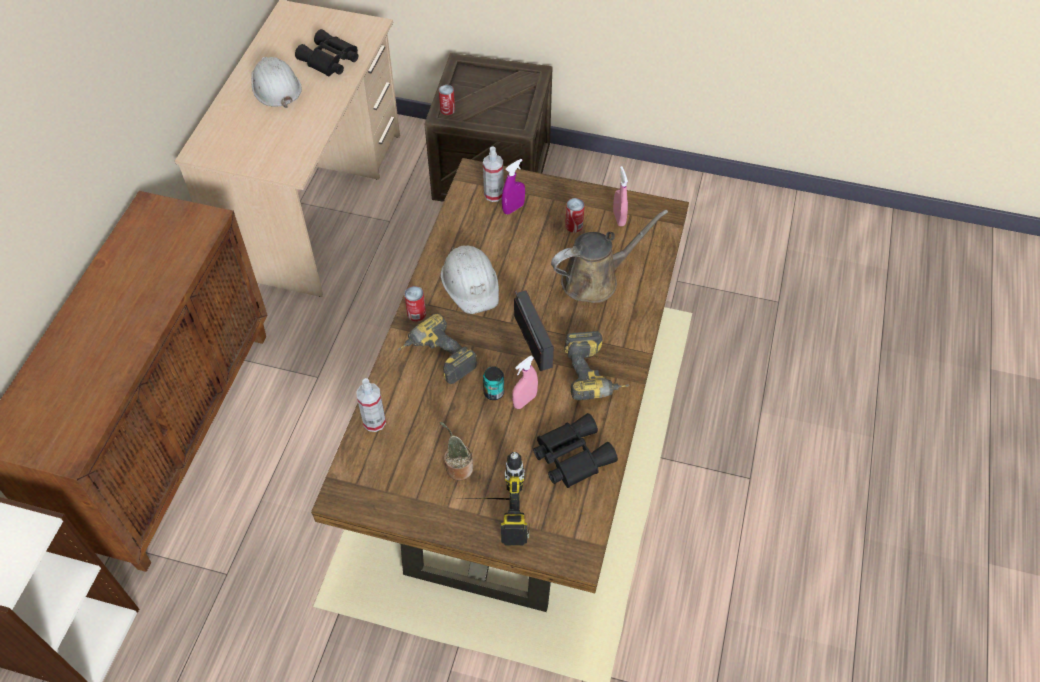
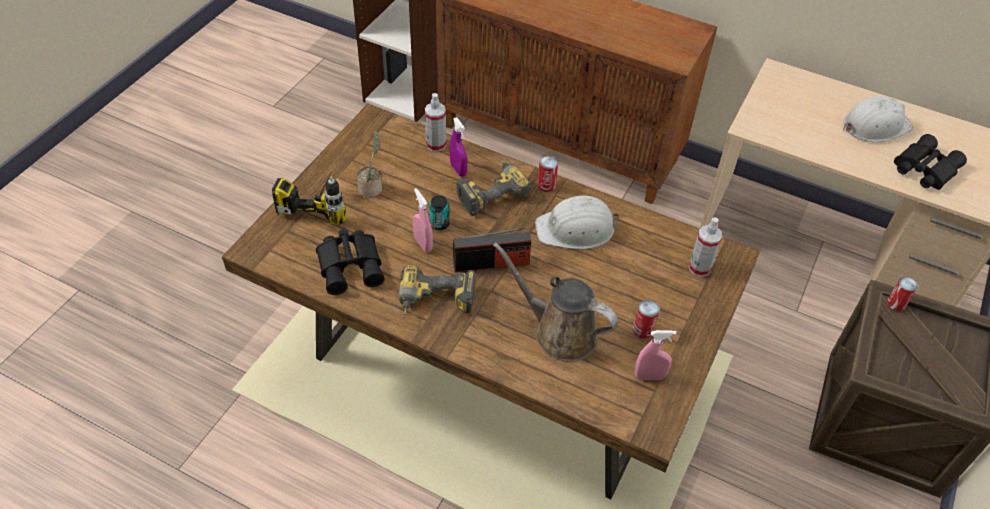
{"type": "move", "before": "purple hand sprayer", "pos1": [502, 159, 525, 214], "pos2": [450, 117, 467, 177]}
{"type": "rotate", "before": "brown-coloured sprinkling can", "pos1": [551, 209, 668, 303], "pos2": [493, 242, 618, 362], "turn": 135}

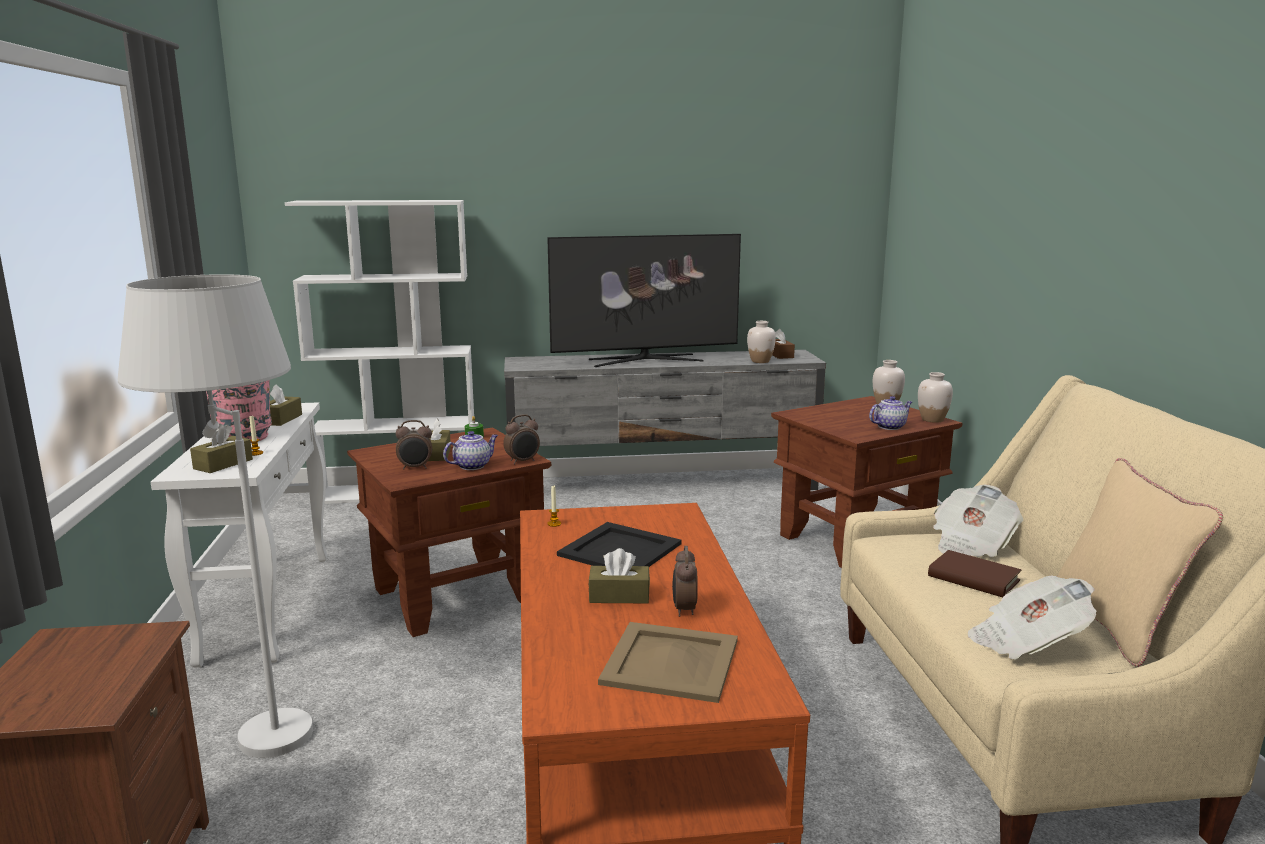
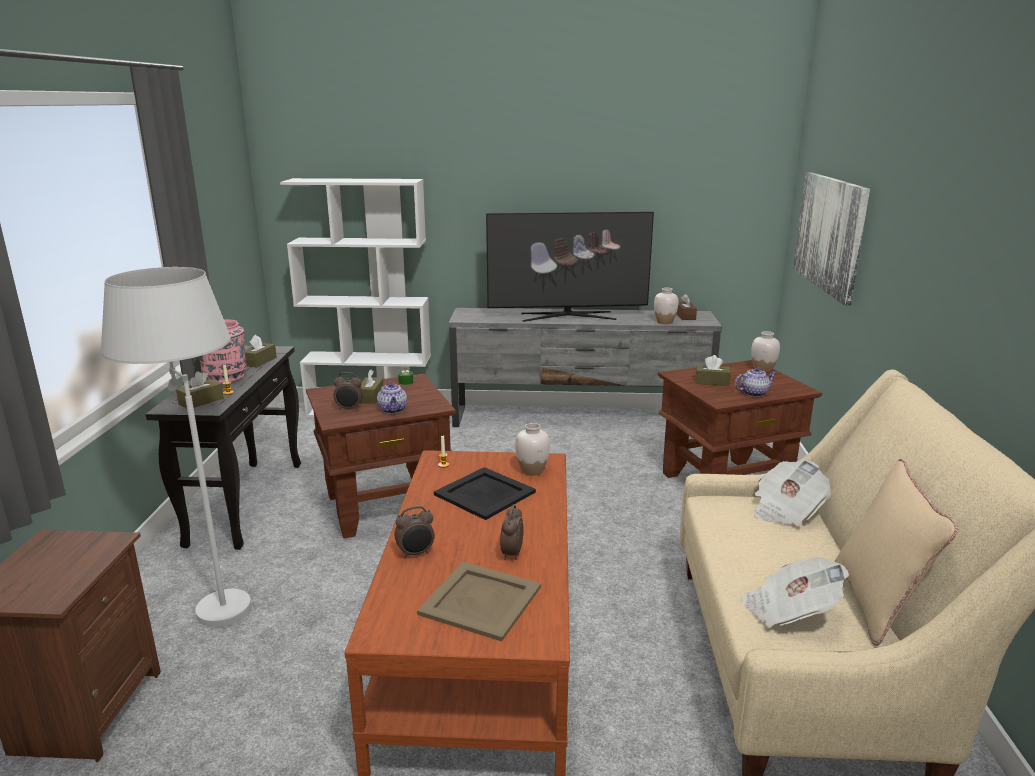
{"type": "recolor", "before": "whitish console table", "after": "black-coloured console table", "pos1": [151, 402, 328, 667], "pos2": [145, 346, 301, 550]}
{"type": "rotate", "before": "tea pot", "pos1": [443, 431, 498, 470], "pos2": [377, 382, 407, 414], "turn": 105}
{"type": "move", "before": "table clock", "pos1": [503, 414, 540, 464], "pos2": [395, 506, 435, 559]}
{"type": "move", "before": "whitish flower vase", "pos1": [918, 372, 953, 423], "pos2": [515, 423, 550, 476]}
{"type": "move", "before": "brown-coloured box of tissues", "pos1": [588, 548, 650, 603], "pos2": [695, 355, 730, 386]}
{"type": "insert", "after": "picture", "pos2": [793, 172, 870, 306]}
{"type": "delete", "before": "brown-coloured book", "pos1": [928, 550, 1022, 597]}

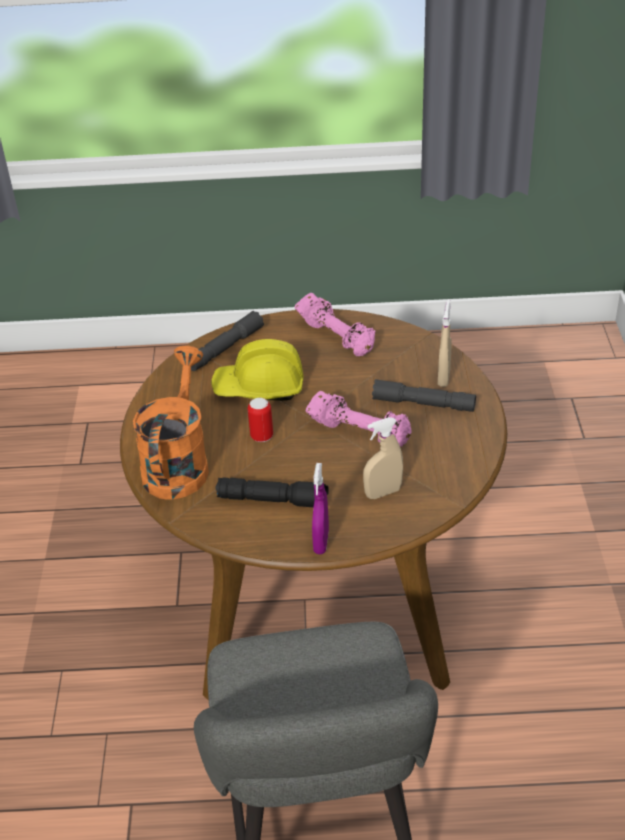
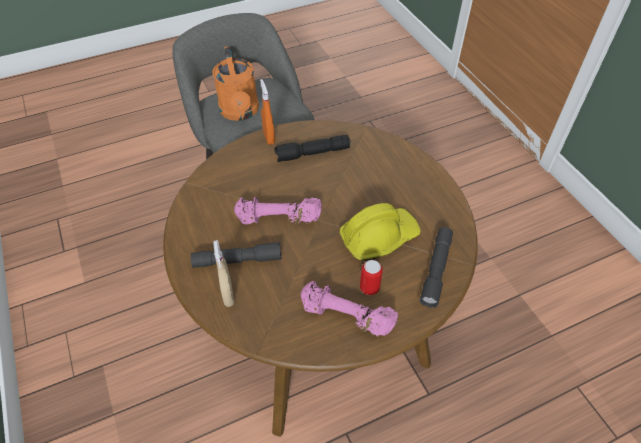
{"type": "move", "before": "orange sprinkling can", "pos1": [133, 346, 209, 500], "pos2": [212, 46, 259, 121]}
{"type": "recolor", "before": "purple hand sprayer", "after": "orange hand sprayer", "pos1": [312, 463, 329, 554], "pos2": [260, 79, 275, 145]}
{"type": "move", "before": "can", "pos1": [248, 398, 273, 442], "pos2": [360, 260, 383, 295]}
{"type": "delete", "before": "sand-coloured hand sprayer", "pos1": [363, 417, 403, 499]}

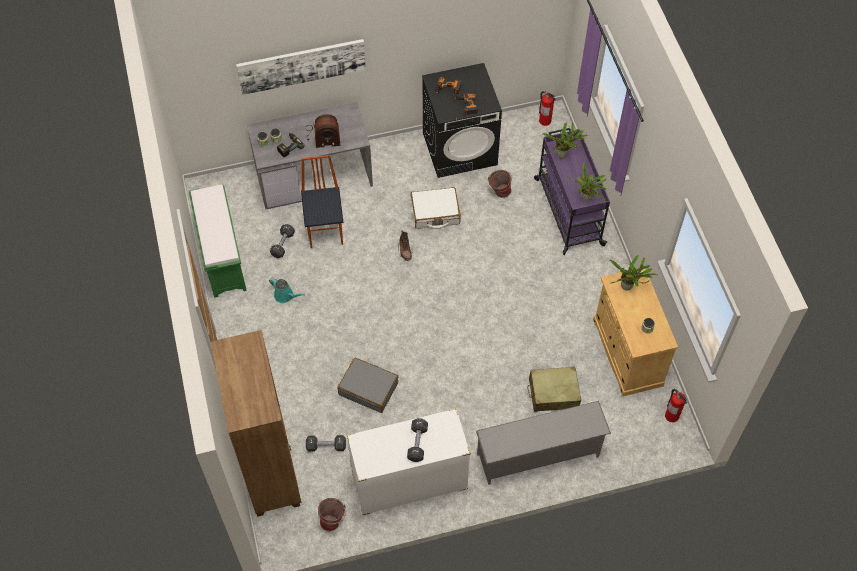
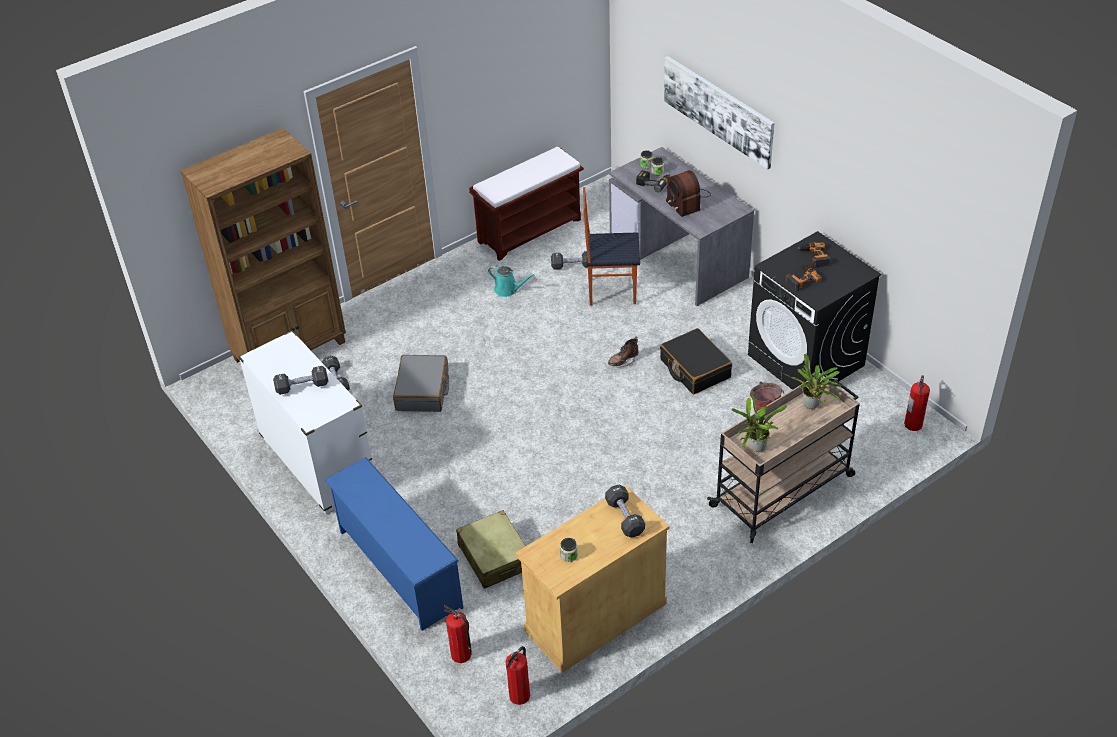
{"type": "recolor", "before": "greyish shoe shelf", "after": "blue shoe shelf", "pos1": [476, 401, 611, 485], "pos2": [325, 457, 463, 631]}
{"type": "insert", "after": "fire extinguisher", "pos2": [444, 605, 472, 663]}
{"type": "recolor", "before": "green-coloured bench", "after": "brown-coloured bench", "pos1": [189, 185, 247, 298], "pos2": [469, 146, 584, 261]}
{"type": "rotate", "before": "blue-green sprinkling can", "pos1": [269, 278, 305, 303], "pos2": [488, 266, 535, 297], "turn": -75}
{"type": "rotate", "before": "chair", "pos1": [301, 155, 343, 248], "pos2": [583, 187, 640, 305], "turn": -150}
{"type": "replace", "before": "plant in a pot", "after": "black-coloured hand weight", "pos1": [609, 255, 658, 291], "pos2": [605, 485, 645, 538]}
{"type": "recolor", "before": "whitish travel case", "after": "black-coloured travel case", "pos1": [411, 187, 461, 229], "pos2": [660, 328, 732, 394]}
{"type": "recolor", "before": "purple trolley", "after": "sand-coloured trolley", "pos1": [534, 128, 610, 255], "pos2": [707, 373, 860, 543]}
{"type": "delete", "before": "pail", "pos1": [318, 498, 346, 531]}

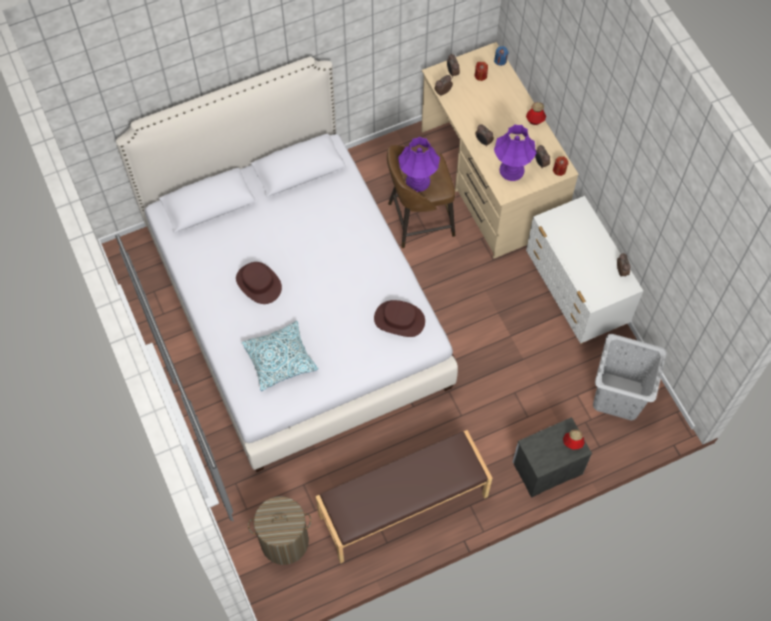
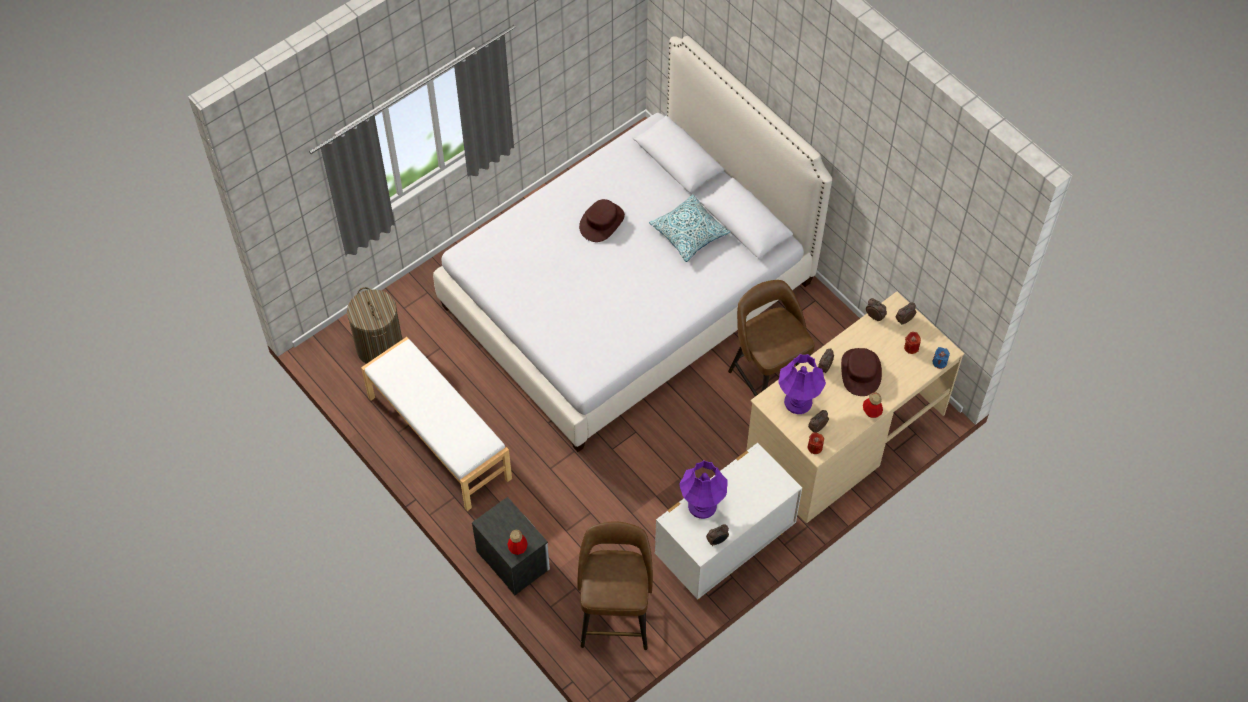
{"type": "recolor", "before": "brown-coloured bench", "after": "whitish bench", "pos1": [316, 430, 492, 564], "pos2": [361, 337, 512, 511]}
{"type": "replace", "before": "greyish washing basket", "after": "brown-coloured stool", "pos1": [593, 334, 667, 421], "pos2": [578, 521, 653, 650]}
{"type": "move", "before": "pillow", "pos1": [242, 321, 318, 391], "pos2": [649, 195, 731, 262]}
{"type": "move", "before": "purple tabletop lamp", "pos1": [398, 137, 440, 192], "pos2": [679, 460, 727, 519]}
{"type": "move", "before": "brown-coloured hat", "pos1": [374, 300, 425, 337], "pos2": [841, 348, 882, 396]}

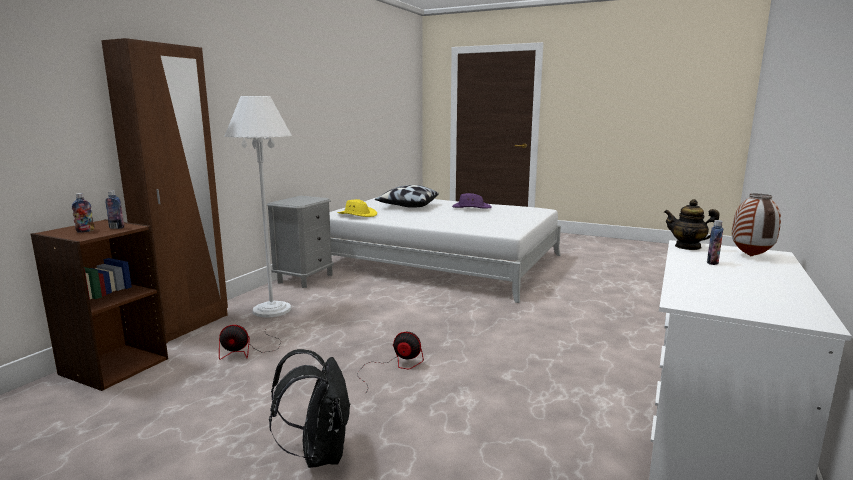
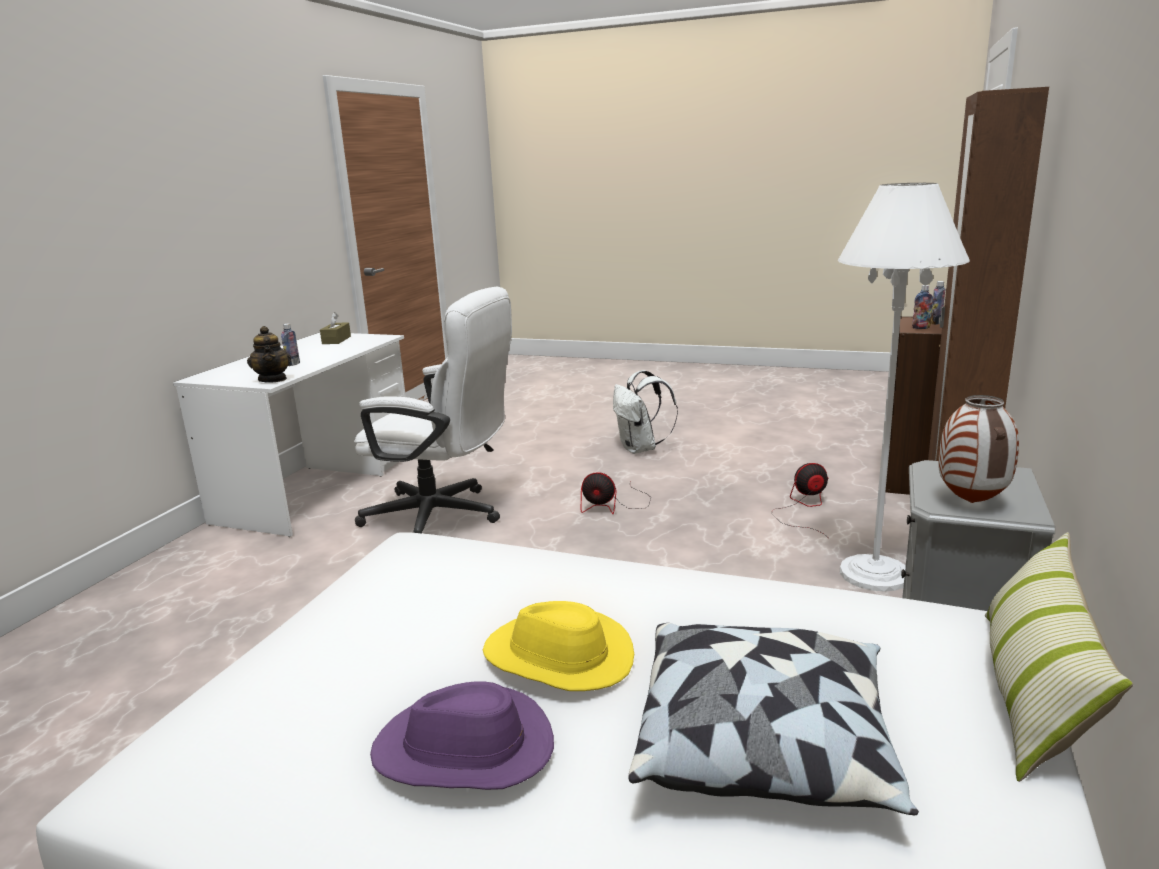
{"type": "rotate", "before": "tea pot", "pos1": [664, 199, 720, 250], "pos2": [247, 326, 291, 383], "turn": 45}
{"type": "insert", "after": "brown-coloured box of tissues", "pos2": [320, 312, 351, 344]}
{"type": "insert", "after": "whitish office chair", "pos2": [354, 287, 512, 533]}
{"type": "move", "before": "yellow hat", "pos1": [337, 199, 377, 217], "pos2": [483, 601, 634, 691]}
{"type": "recolor", "before": "black-coloured backpack", "after": "whitish backpack", "pos1": [269, 349, 351, 468], "pos2": [613, 370, 678, 454]}
{"type": "move", "before": "flower vase", "pos1": [732, 194, 781, 256], "pos2": [938, 395, 1019, 503]}
{"type": "insert", "after": "pillow", "pos2": [985, 532, 1133, 782]}

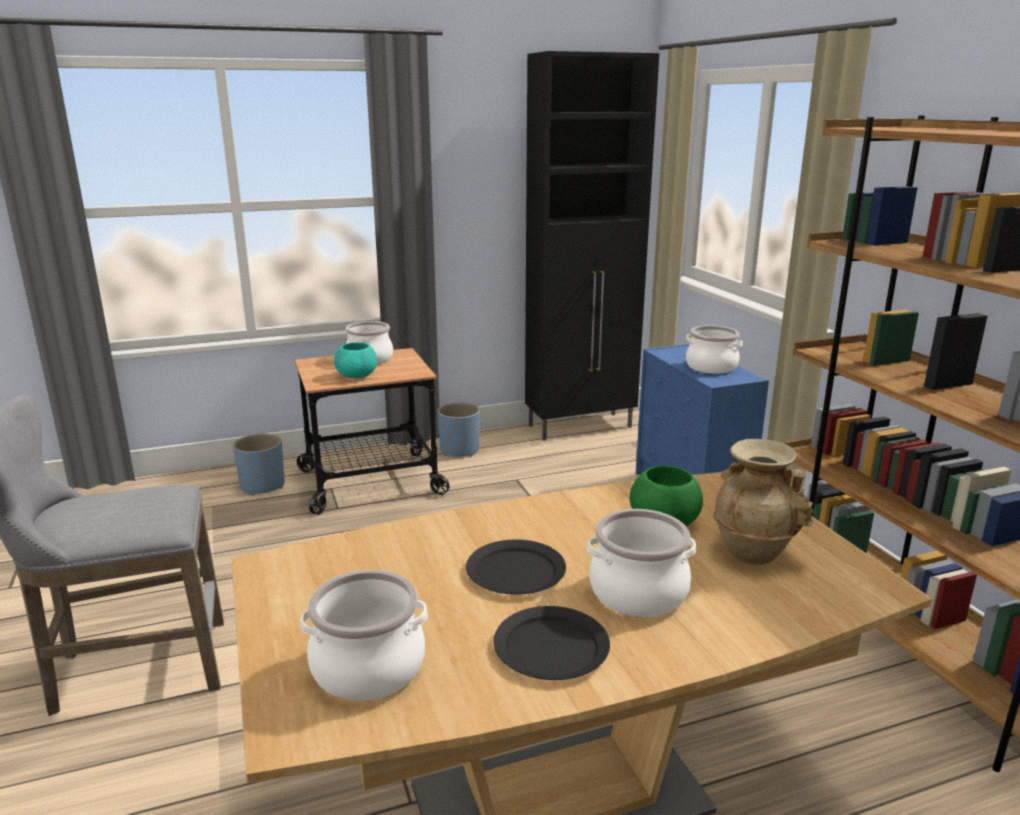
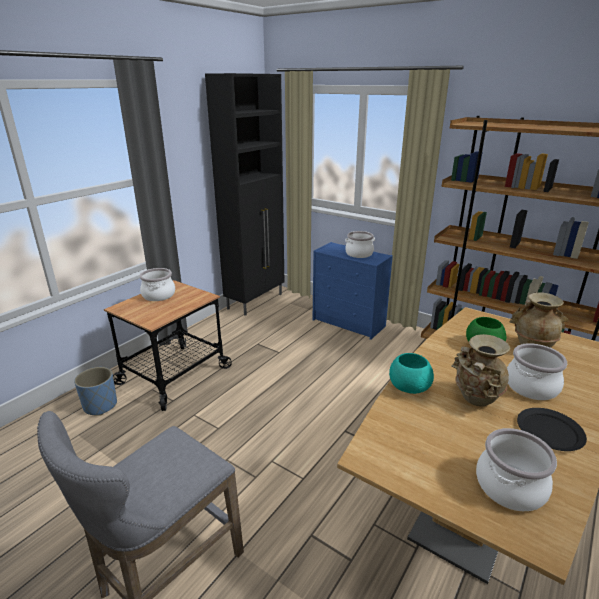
{"type": "move", "before": "blue-green deep dish", "pos1": [334, 343, 377, 378], "pos2": [389, 353, 434, 394]}
{"type": "replace", "before": "black-coloured dinner plate", "after": "sand-coloured flower vase", "pos1": [466, 539, 566, 595], "pos2": [451, 334, 510, 407]}
{"type": "delete", "before": "blue plant pot", "pos1": [437, 402, 480, 456]}

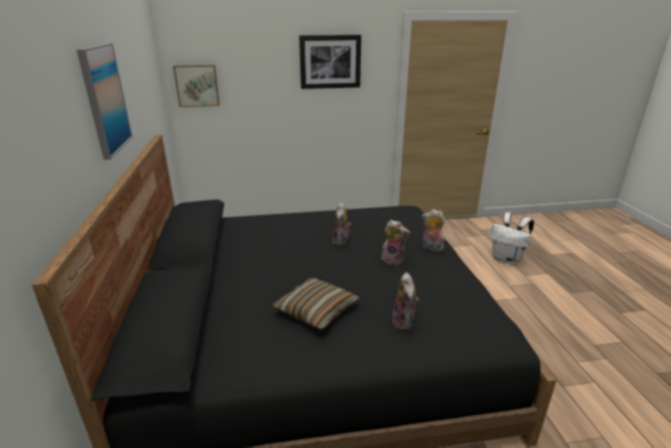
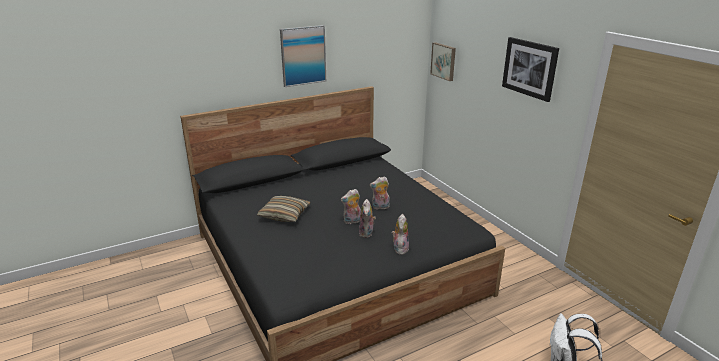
{"type": "move", "before": "cuddly toy", "pos1": [392, 272, 419, 330], "pos2": [341, 189, 361, 224]}

